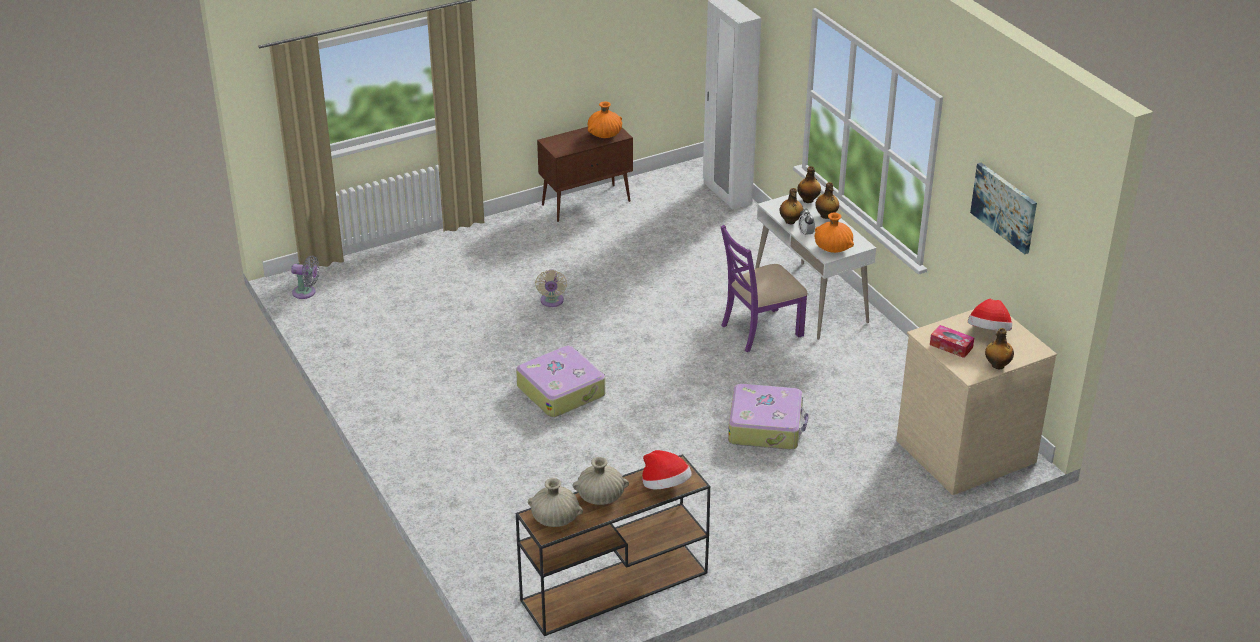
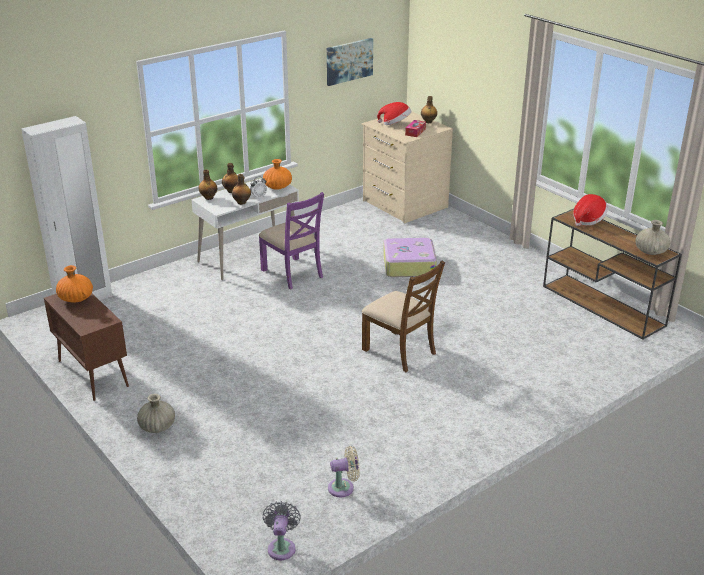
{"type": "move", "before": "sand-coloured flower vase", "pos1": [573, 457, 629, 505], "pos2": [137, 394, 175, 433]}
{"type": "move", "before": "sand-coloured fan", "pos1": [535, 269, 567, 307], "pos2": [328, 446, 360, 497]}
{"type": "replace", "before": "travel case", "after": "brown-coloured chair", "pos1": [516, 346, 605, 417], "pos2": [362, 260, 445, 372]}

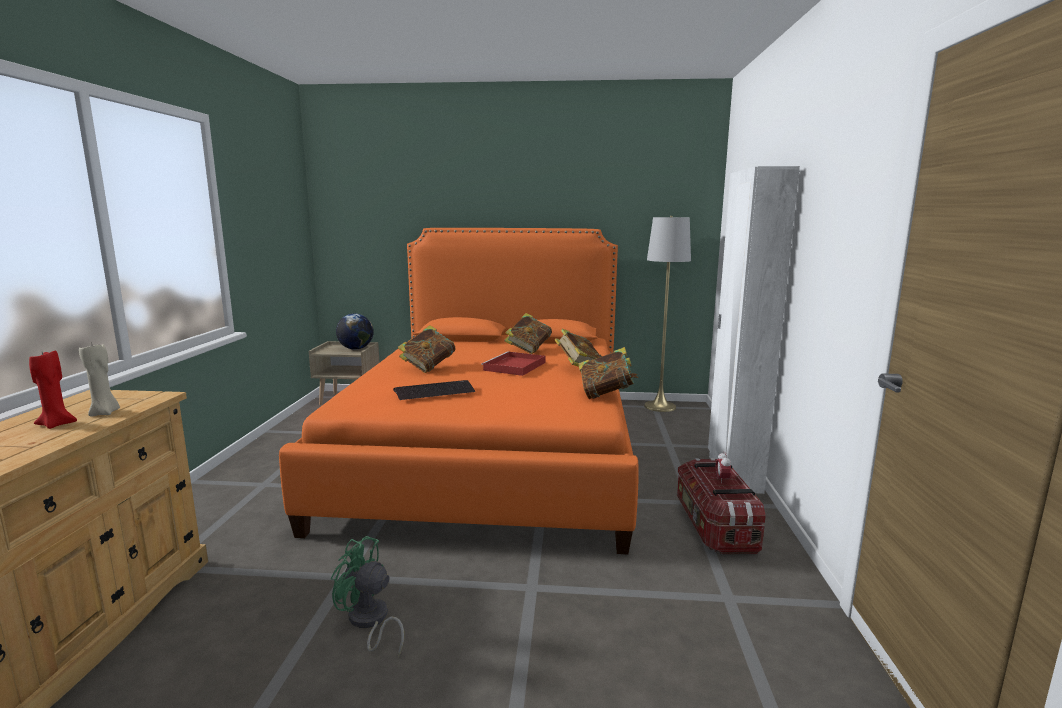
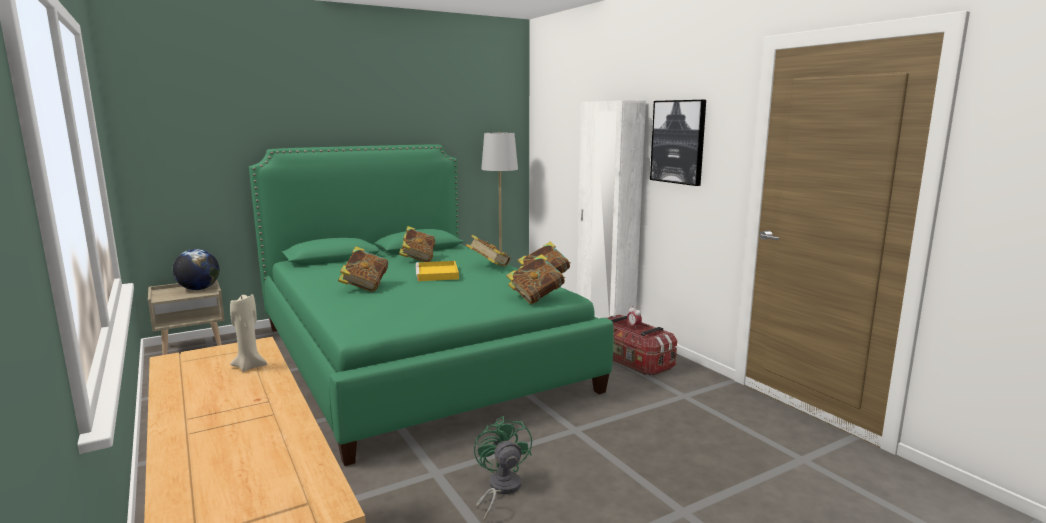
{"type": "recolor", "before": "orange sleeping bed", "after": "green-coloured sleeping bed", "pos1": [279, 228, 639, 554], "pos2": [249, 145, 614, 466]}
{"type": "recolor", "before": "red serving tray", "after": "yellow serving tray", "pos1": [481, 351, 545, 376], "pos2": [416, 261, 459, 281]}
{"type": "rotate", "before": "green-coloured fan", "pos1": [331, 536, 404, 658], "pos2": [474, 416, 532, 522], "turn": 90}
{"type": "insert", "after": "book", "pos2": [506, 254, 565, 304]}
{"type": "insert", "after": "picture", "pos2": [650, 100, 706, 186]}
{"type": "delete", "before": "red candle", "pos1": [29, 349, 77, 429]}
{"type": "delete", "before": "computer keyboard", "pos1": [393, 380, 475, 400]}

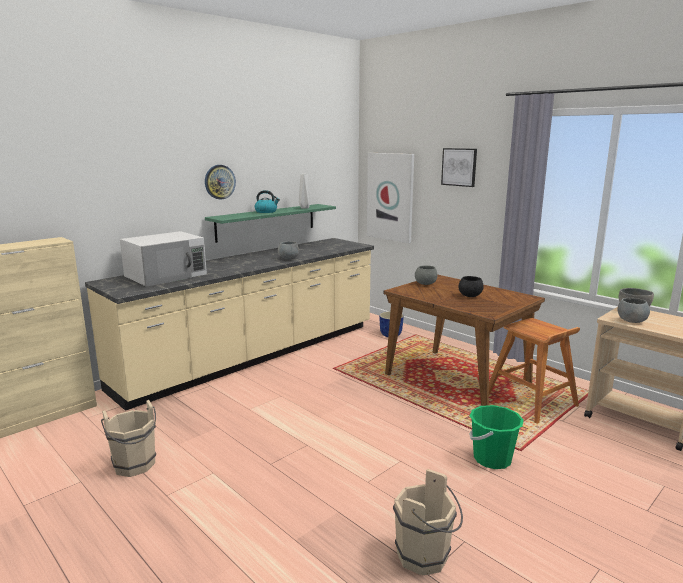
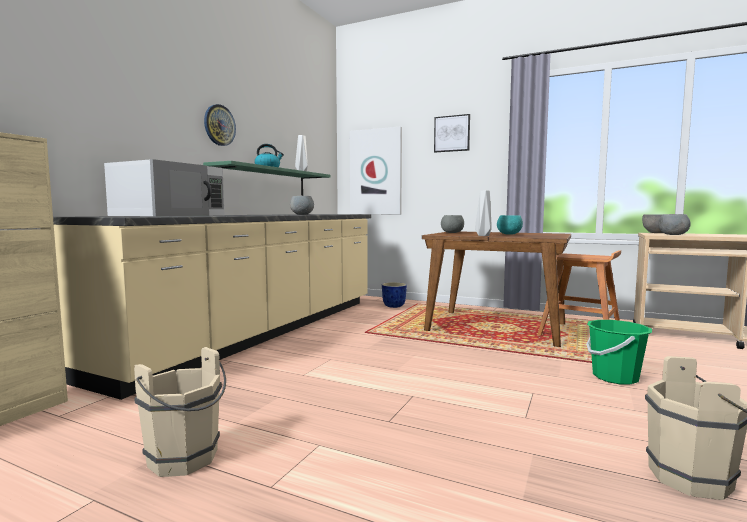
{"type": "insert", "after": "greyish flower vase", "pos2": [475, 191, 492, 236]}
{"type": "recolor", "before": "black-coloured deep dish", "after": "blue-green deep dish", "pos1": [459, 276, 484, 297], "pos2": [497, 215, 523, 234]}

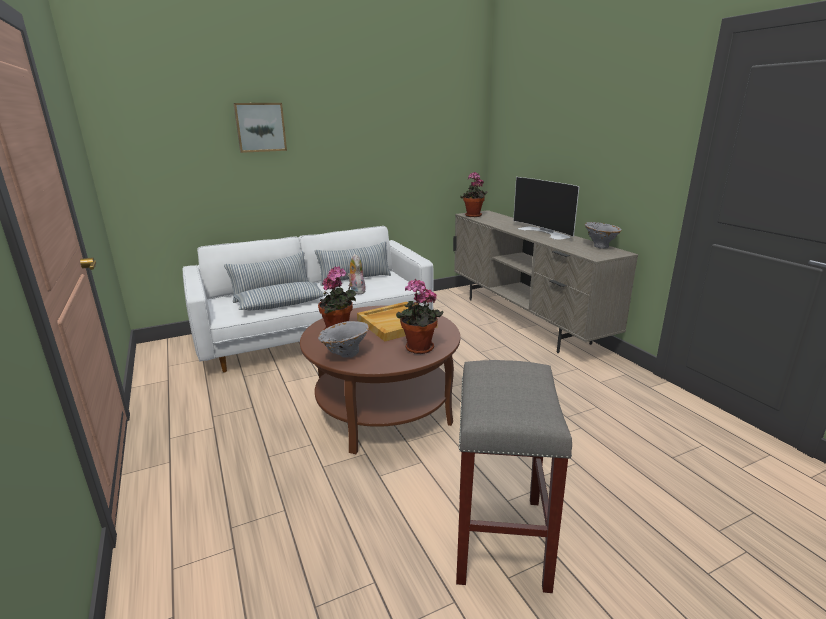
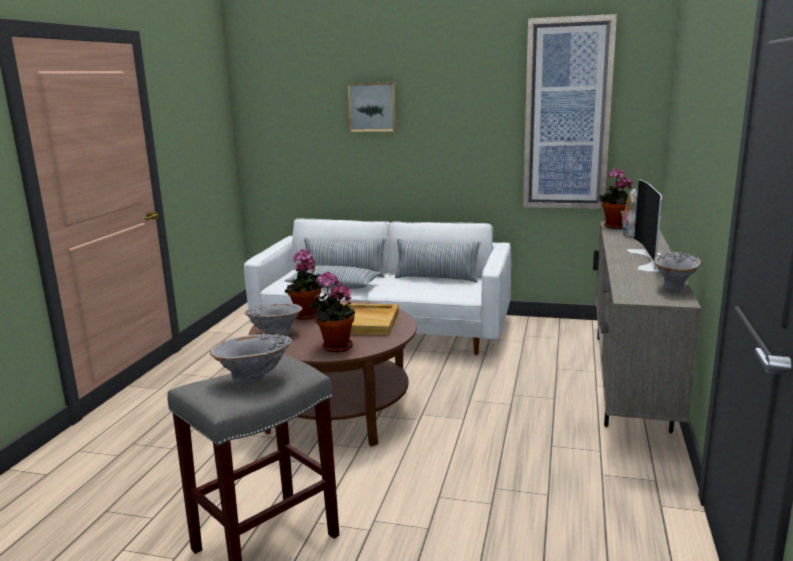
{"type": "insert", "after": "greyish flower vase", "pos2": [210, 334, 292, 385]}
{"type": "insert", "after": "picture", "pos2": [523, 14, 617, 209]}
{"type": "move", "before": "cuddly toy", "pos1": [347, 254, 366, 294], "pos2": [620, 188, 637, 237]}

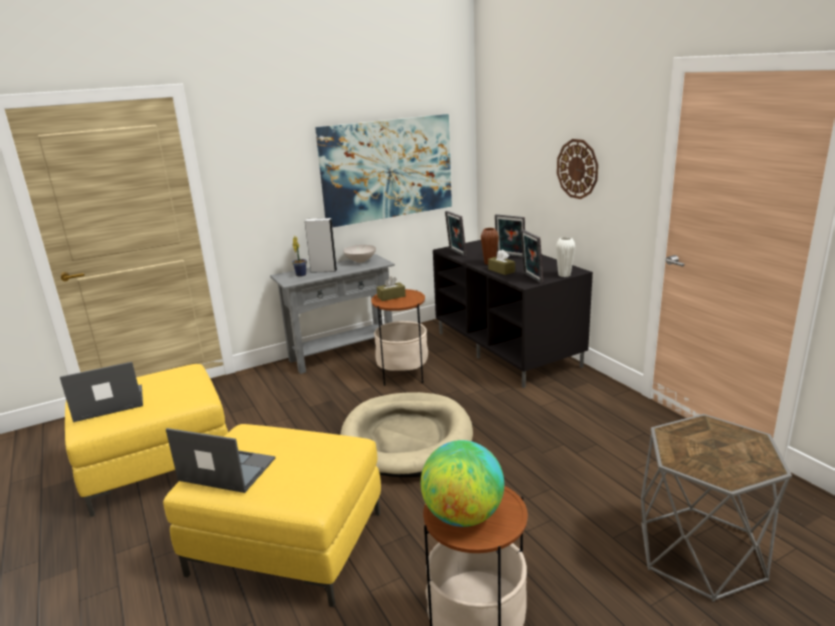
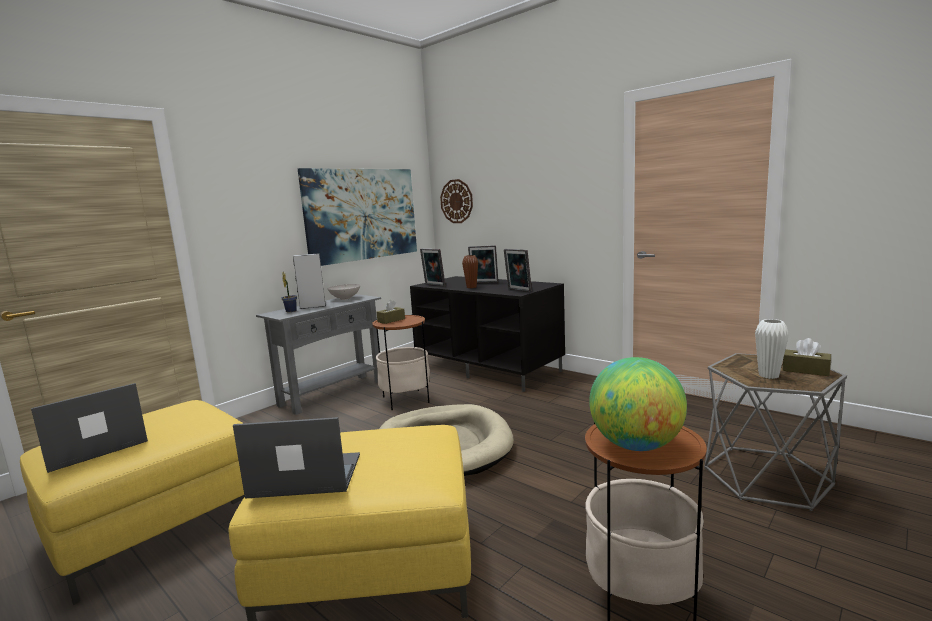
{"type": "move", "before": "hanging clock", "pos1": [557, 139, 598, 199], "pos2": [440, 179, 473, 223]}
{"type": "move", "before": "whitish flower vase", "pos1": [556, 237, 576, 277], "pos2": [755, 319, 789, 379]}
{"type": "move", "before": "brown-coloured box of tissues", "pos1": [488, 250, 515, 275], "pos2": [783, 338, 831, 376]}

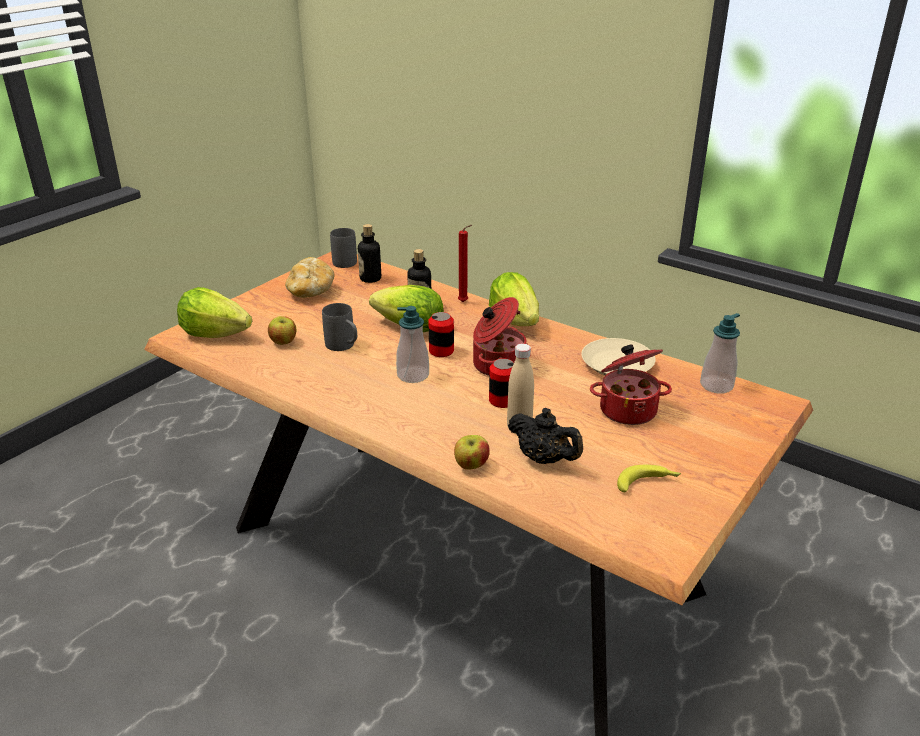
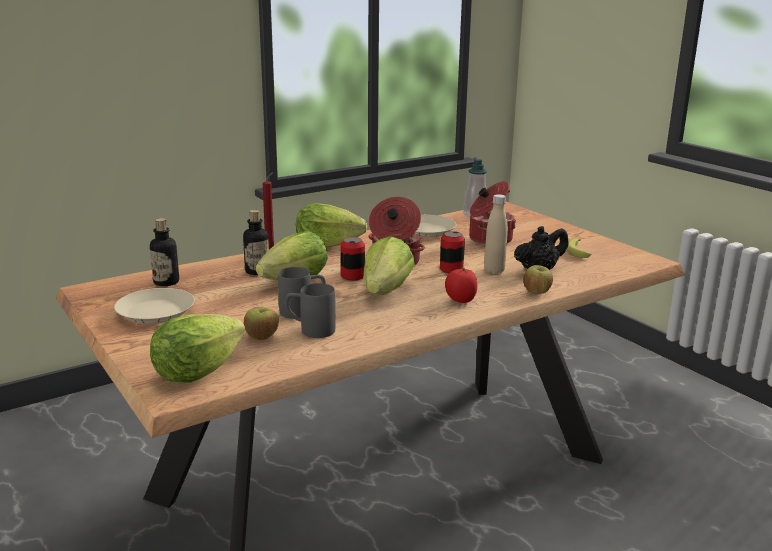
{"type": "replace", "before": "bakery bread", "after": "sand-coloured dinner plate", "pos1": [285, 257, 335, 298], "pos2": [114, 288, 195, 324]}
{"type": "move", "before": "greyish coffee mug", "pos1": [330, 228, 357, 268], "pos2": [285, 283, 336, 338]}
{"type": "replace", "before": "liquid soap bottle", "after": "lettuce", "pos1": [396, 306, 429, 383], "pos2": [363, 236, 415, 295]}
{"type": "insert", "after": "whole tomato", "pos2": [445, 268, 477, 303]}

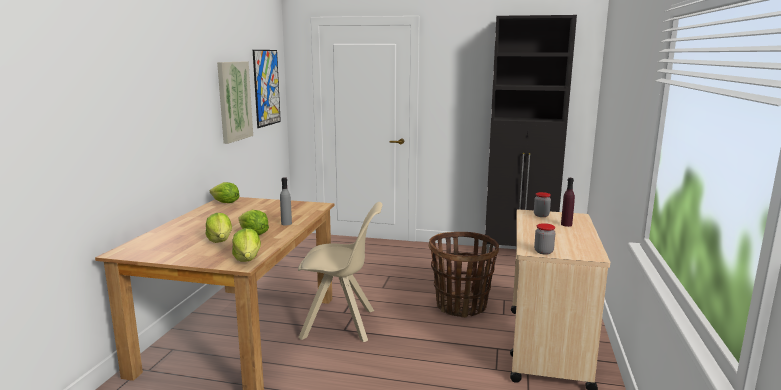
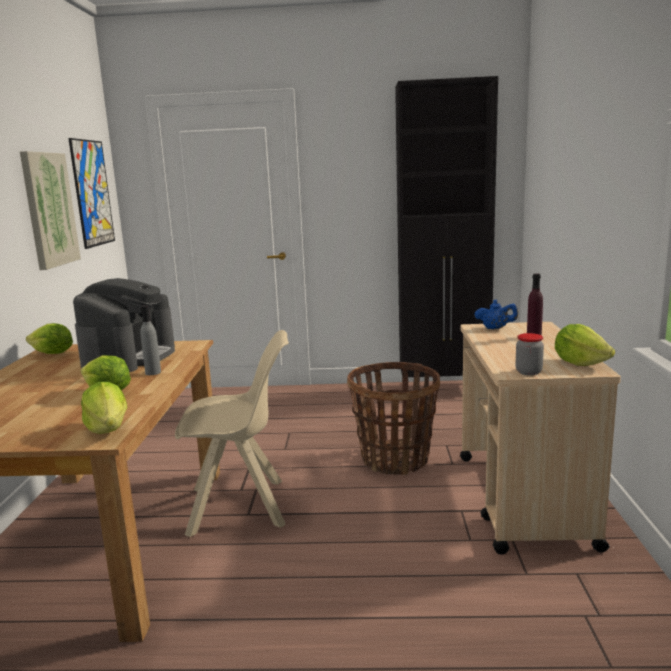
{"type": "insert", "after": "coffee maker", "pos2": [73, 278, 175, 372]}
{"type": "replace", "before": "preserve jar", "after": "blue tea pot", "pos1": [534, 192, 551, 217], "pos2": [474, 299, 518, 329]}
{"type": "move", "before": "lettuce", "pos1": [206, 213, 232, 243], "pos2": [555, 324, 615, 366]}

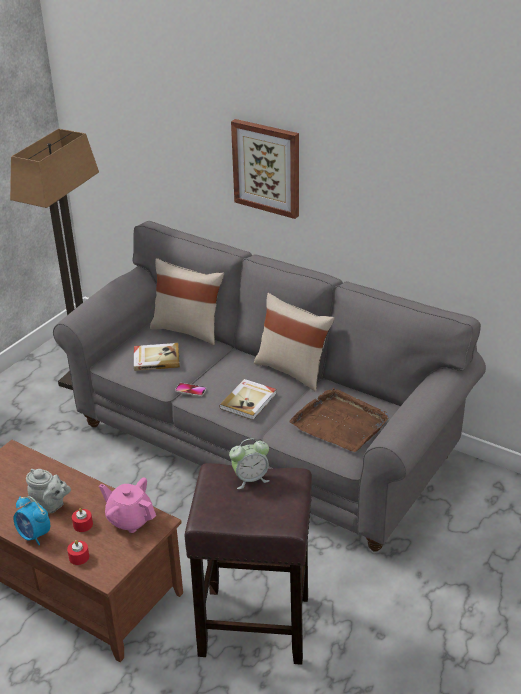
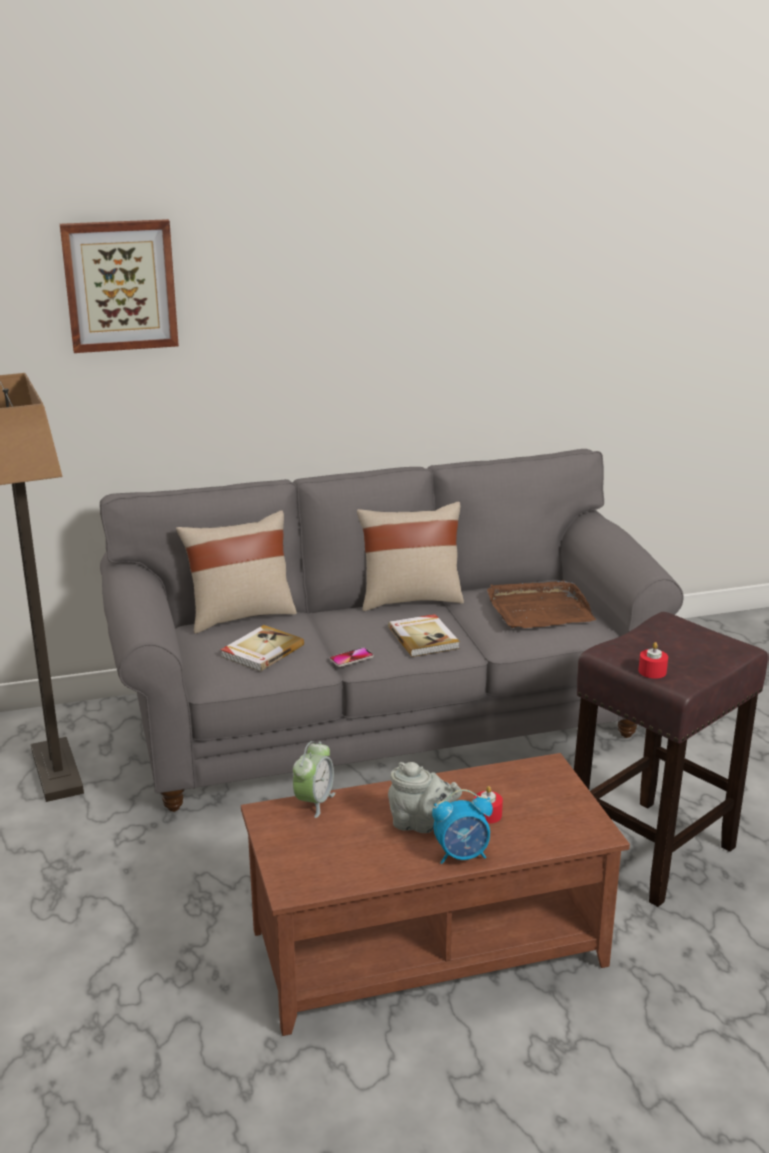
{"type": "move", "before": "picture", "pos1": [231, 119, 299, 219], "pos2": [60, 219, 179, 353]}
{"type": "move", "before": "table clock", "pos1": [229, 438, 270, 489], "pos2": [293, 741, 335, 818]}
{"type": "rotate", "before": "greyish tea pot", "pos1": [26, 469, 71, 513], "pos2": [388, 762, 462, 833], "turn": 45}
{"type": "move", "before": "red candle", "pos1": [67, 540, 89, 565], "pos2": [639, 642, 668, 679]}
{"type": "delete", "before": "pinkish tea pot", "pos1": [99, 477, 156, 533]}

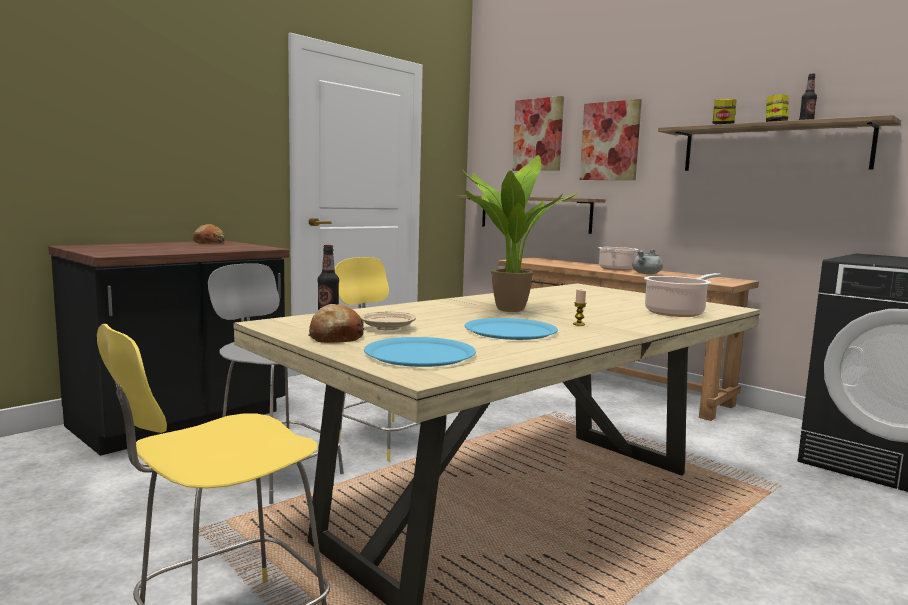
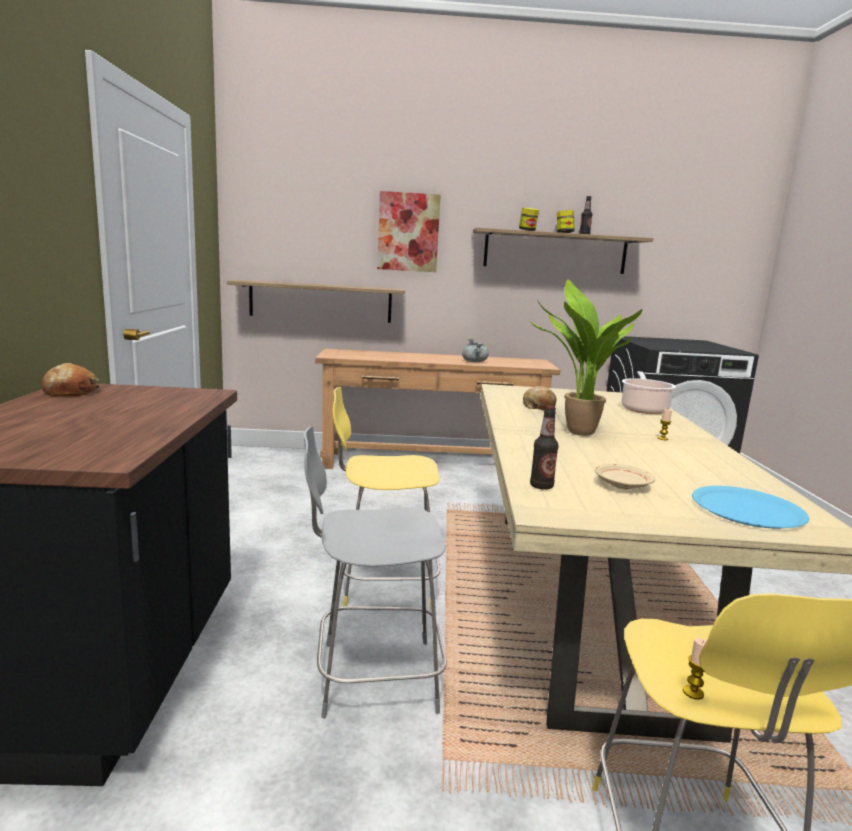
{"type": "move", "before": "bakery bread", "pos1": [308, 304, 364, 343], "pos2": [523, 386, 557, 410]}
{"type": "insert", "after": "candle", "pos2": [683, 638, 707, 700]}
{"type": "delete", "before": "blue dinner plate", "pos1": [464, 318, 558, 340]}
{"type": "delete", "before": "picture", "pos1": [512, 96, 564, 171]}
{"type": "delete", "before": "stockpot", "pos1": [598, 247, 638, 271]}

